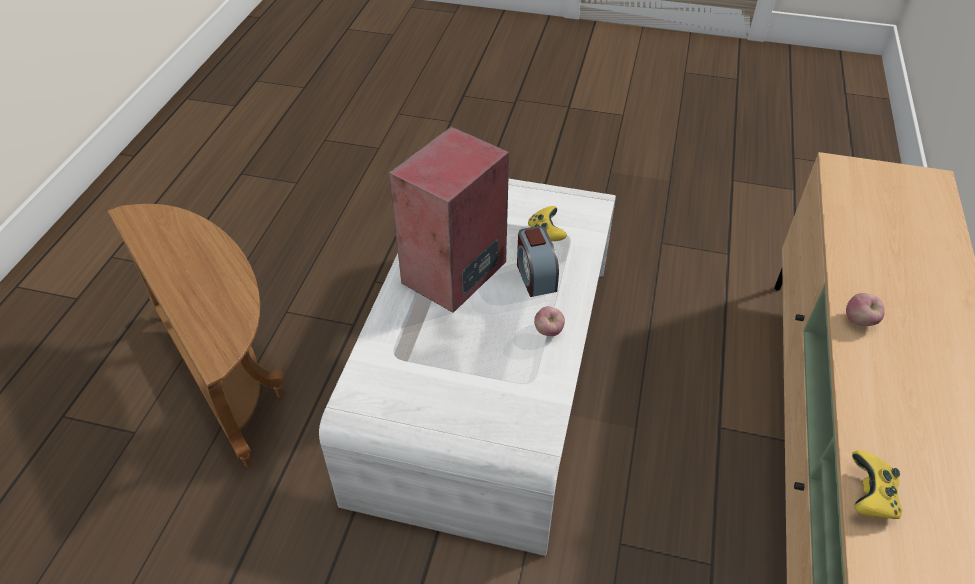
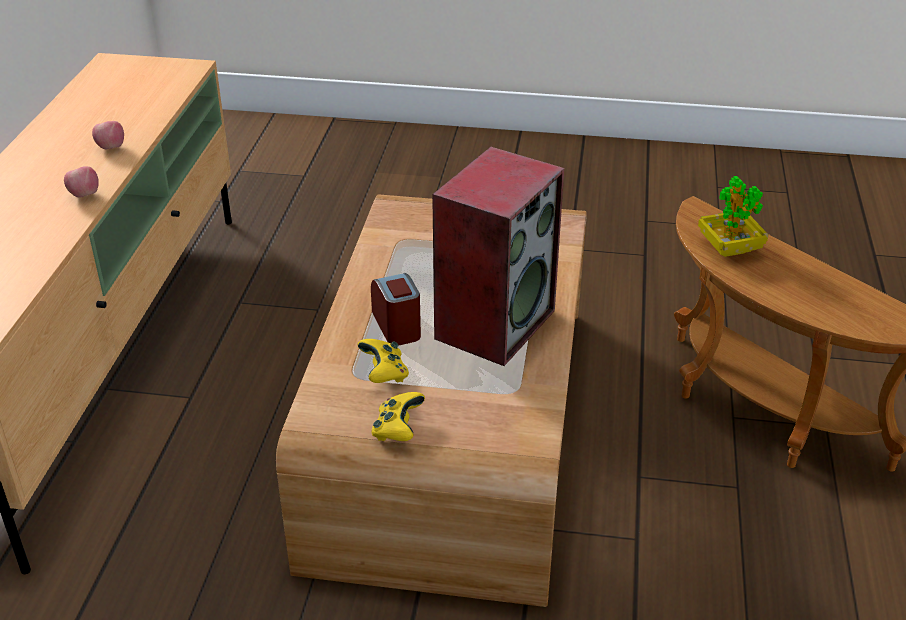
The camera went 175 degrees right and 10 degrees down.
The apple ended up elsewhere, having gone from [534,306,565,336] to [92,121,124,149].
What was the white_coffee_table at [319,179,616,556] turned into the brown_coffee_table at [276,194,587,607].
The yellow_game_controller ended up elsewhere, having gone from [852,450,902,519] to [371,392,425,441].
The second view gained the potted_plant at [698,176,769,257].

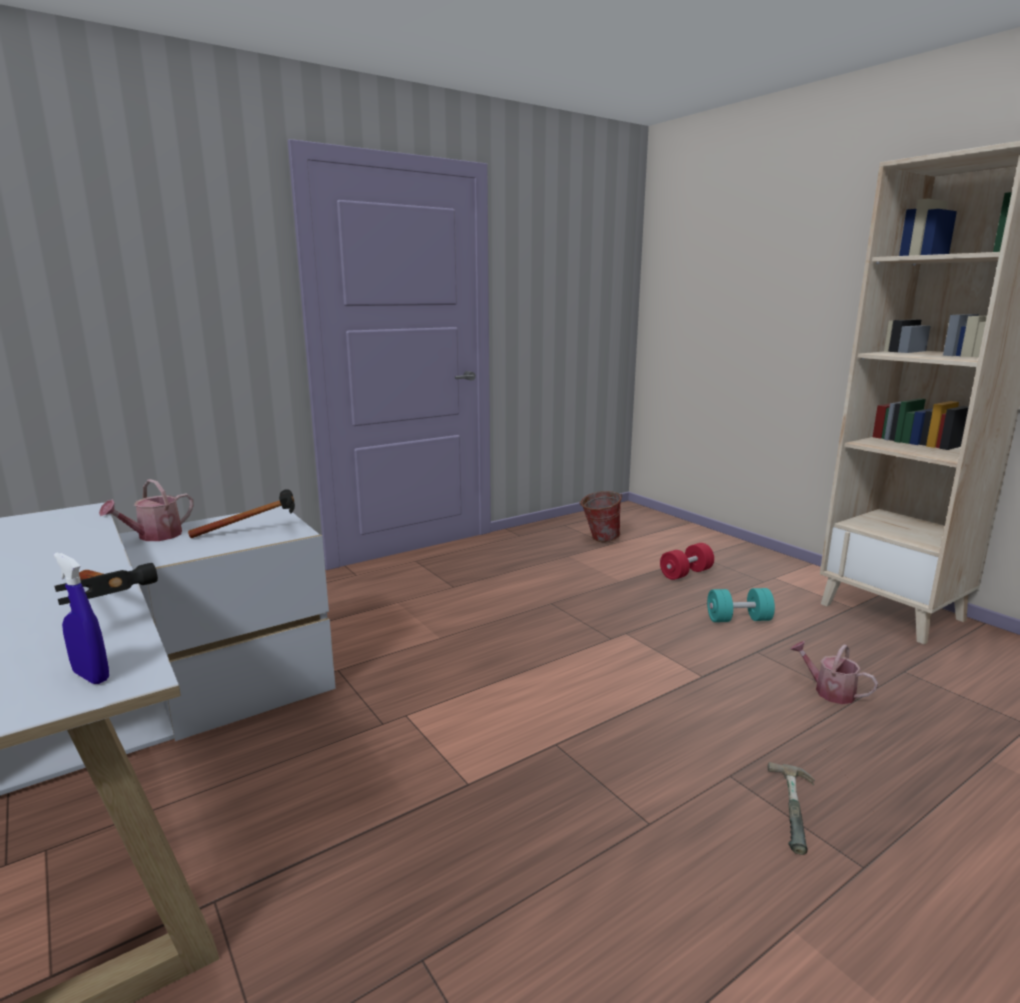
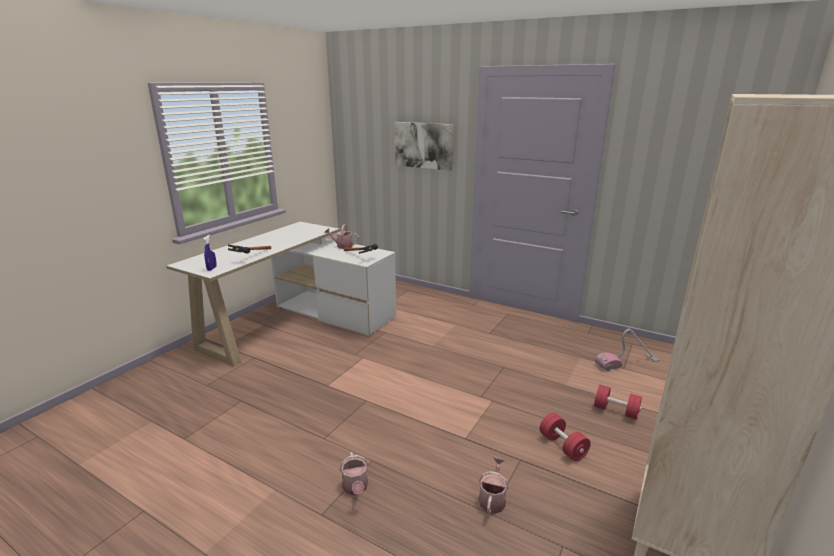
The camera went 65 degrees right and 5 degrees up.
Where the hammer stood at [768,762,815,855], the watering_can came to stand at [339,452,368,495].
The second view gained the picture at [394,122,454,171].
What was the turquoise_dumbbell at [707,588,775,622] turned into the red_dumbbell at [540,413,591,461].
Where the bucket stood at [579,491,622,542], the vacuum_cleaner came to stand at [595,329,660,371].

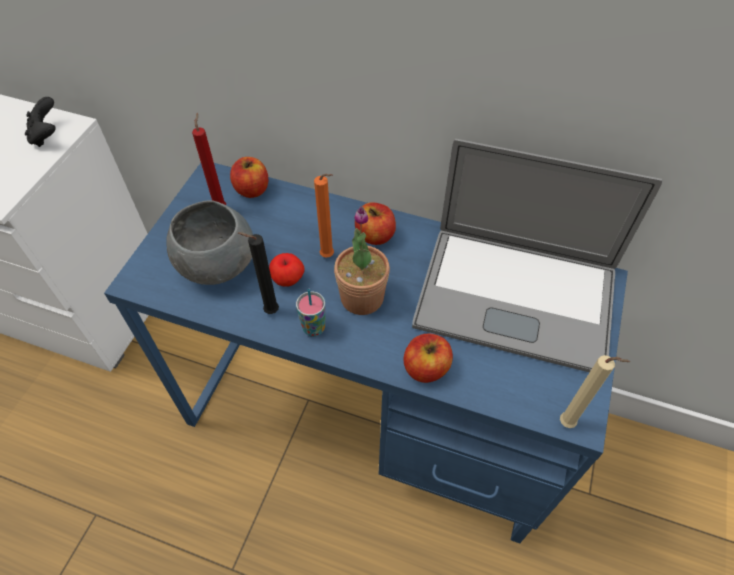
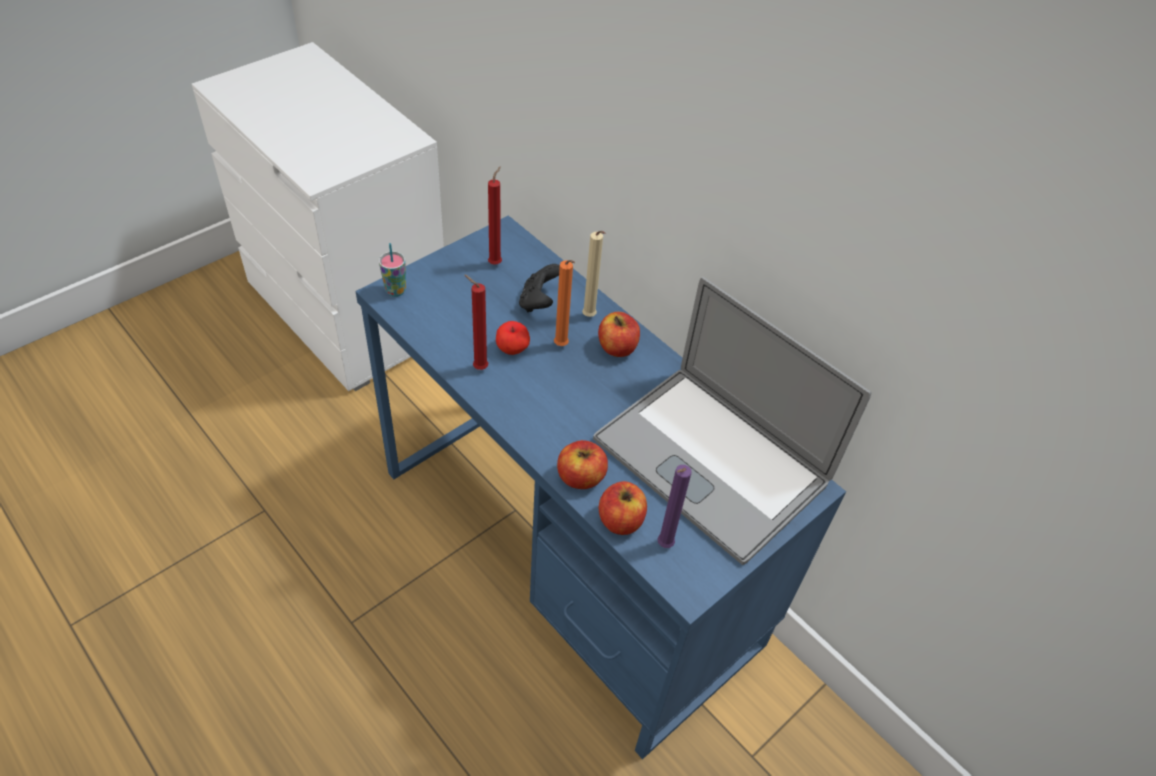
The camera went 25 degrees right and 5 degrees down.
The cup ended up elsewhere, having gone from [296,289,325,337] to [379,243,406,297].
What was the black_candle at [238,232,279,314] turned into the red_candle at [465,275,488,370].
The black_game_controller ended up elsewhere, having gone from [25,97,56,147] to [519,264,560,312].
The beige_candle ended up elsewhere, having gone from [560,355,630,428] to [582,231,605,317].
The apple ended up elsewhere, having gone from [230,157,268,198] to [599,481,647,535].
The second view gained the purple_candle at [658,465,692,548].
The second view lost the grey_bowl at [167,200,253,285].
The second view lost the potted_plant at [334,206,390,315].

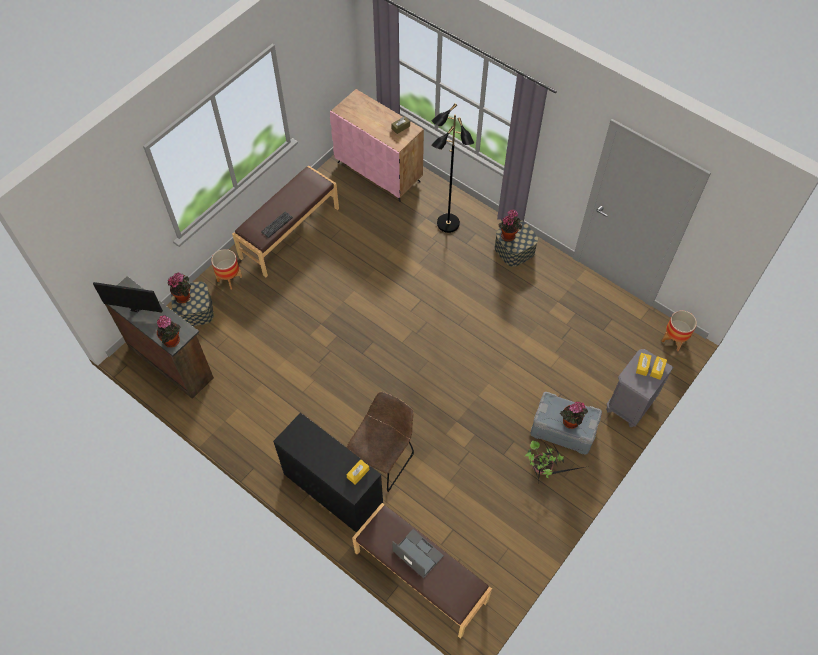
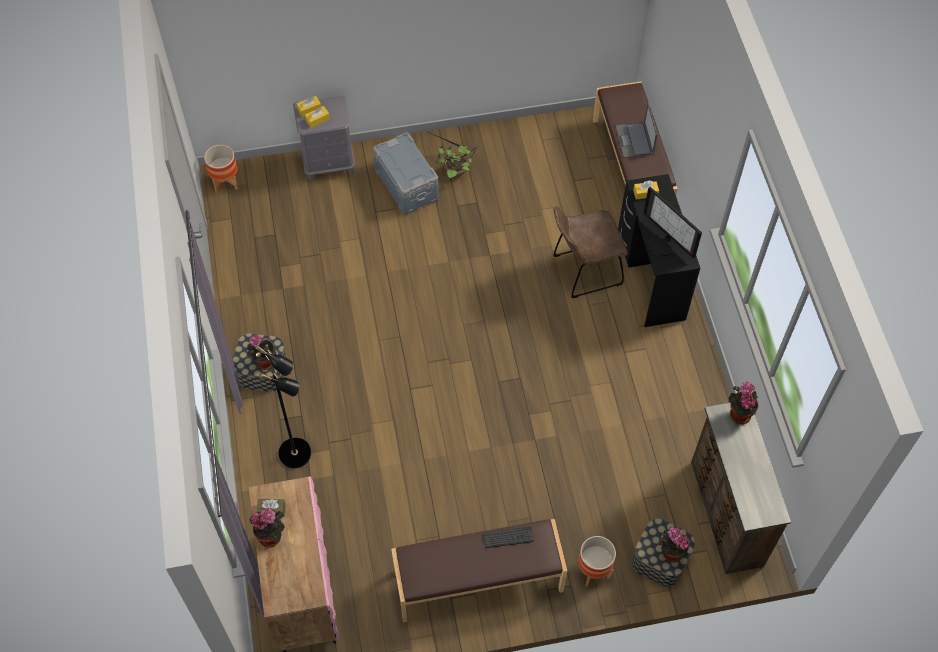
The camera went 140 degrees left and 0 degrees up.
The potted_plant ended up elsewhere, having gone from [560,401,588,429] to [250,508,285,548].
The monitor ended up elsewhere, having gone from [93,282,163,313] to [643,187,702,258].

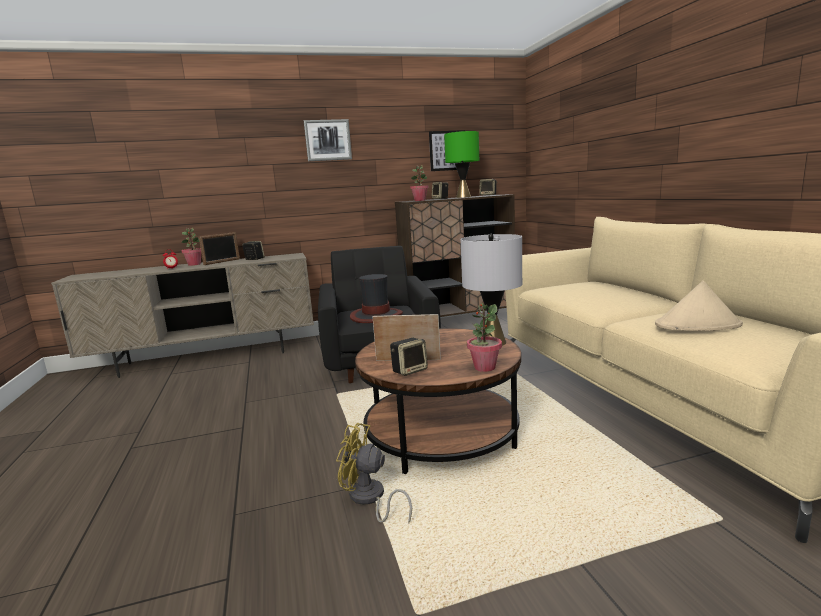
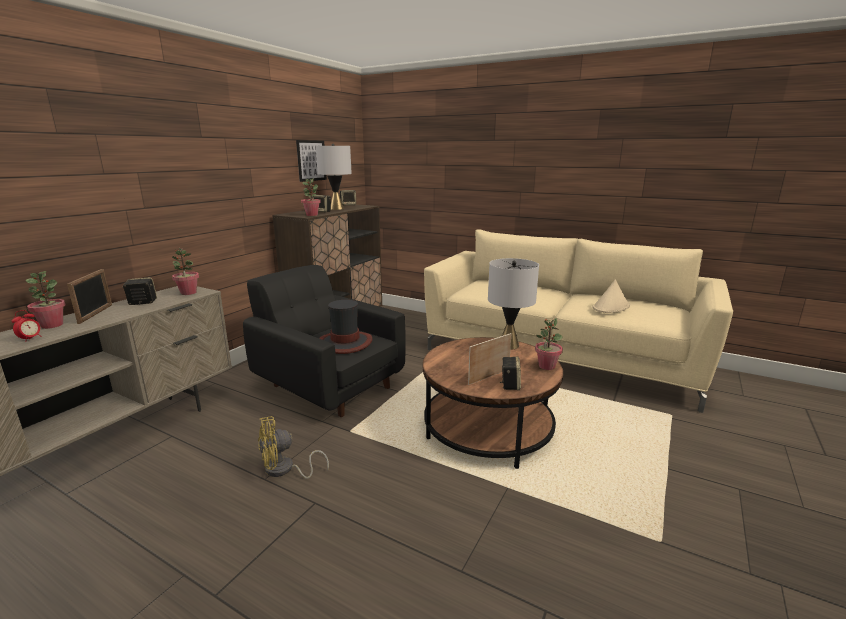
The camera went 45 degrees left and 5 degrees up.
The second view gained the potted_plant at [172,248,199,295].
The yellow_fan ended up elsewhere, having gone from [336,423,412,524] to [258,416,329,479].
What was the green_table_lamp at [444,131,479,198] turned into the grey_table_lamp at [316,144,352,210].
The second view lost the picture at [304,119,352,161].

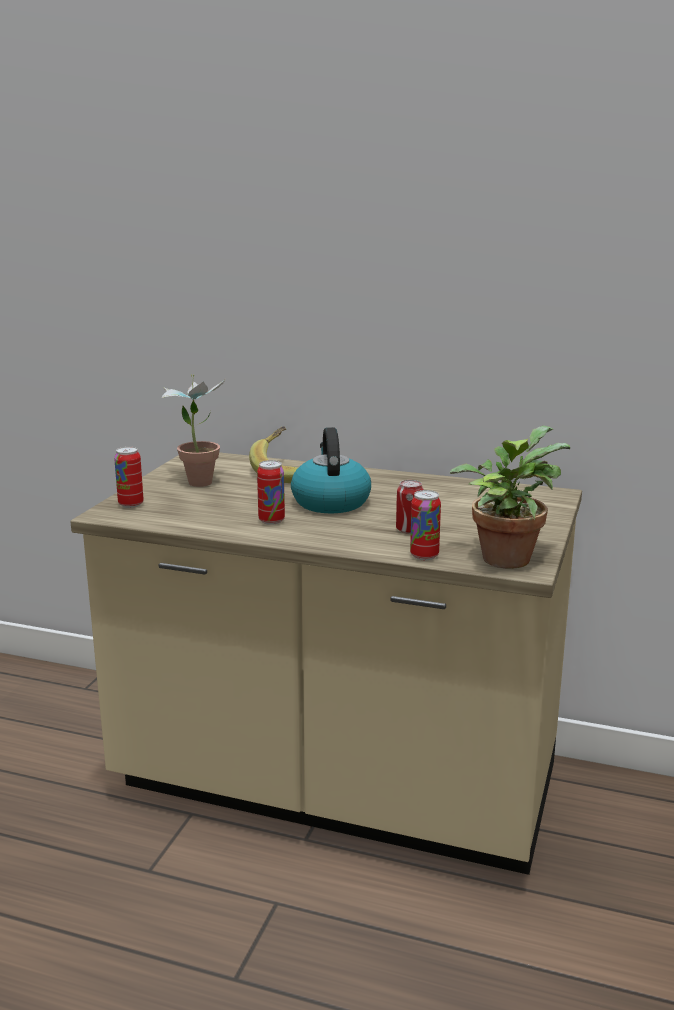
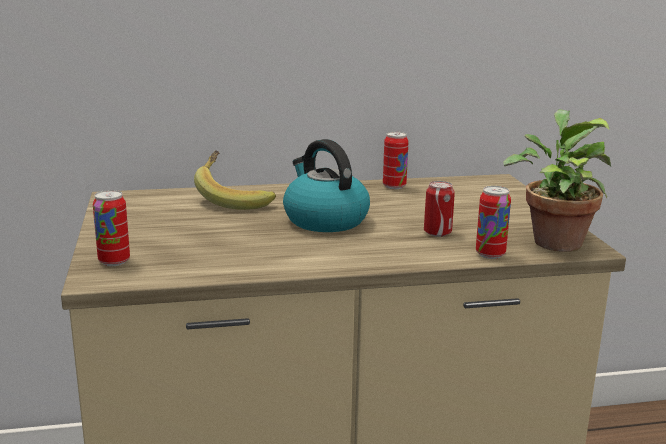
The camera went 30 degrees left and 0 degrees up.
The can ended up elsewhere, having gone from [257,460,285,525] to [383,131,408,189].
The second view lost the potted_plant at [162,374,225,487].

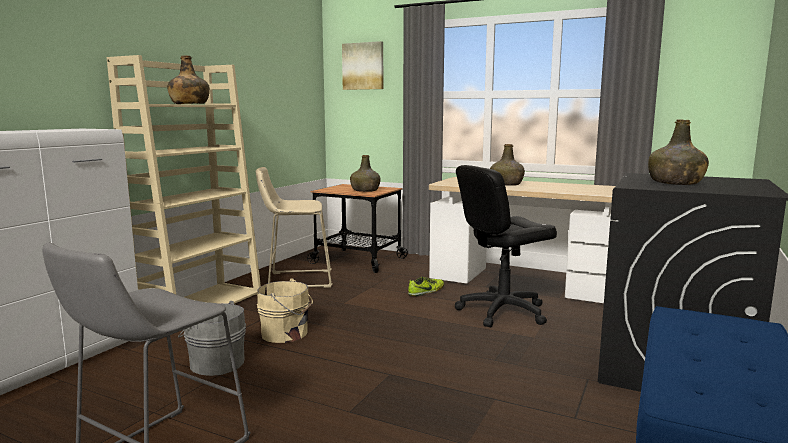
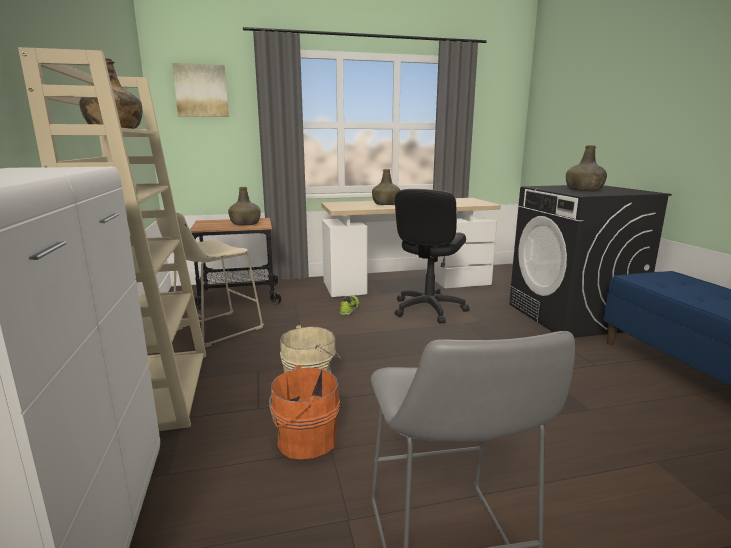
The camera went 40 degrees left and 5 degrees up.
What was the grey_bucket at [178,301,246,376] turned into the orange_bucket at [269,365,340,459].

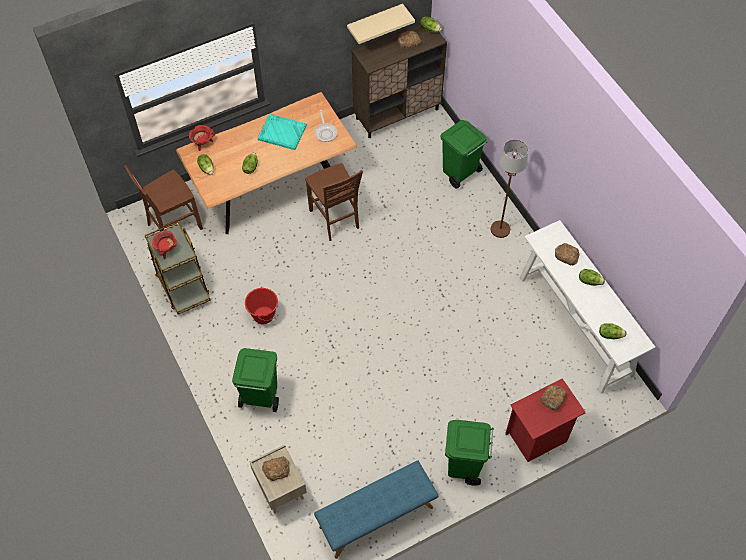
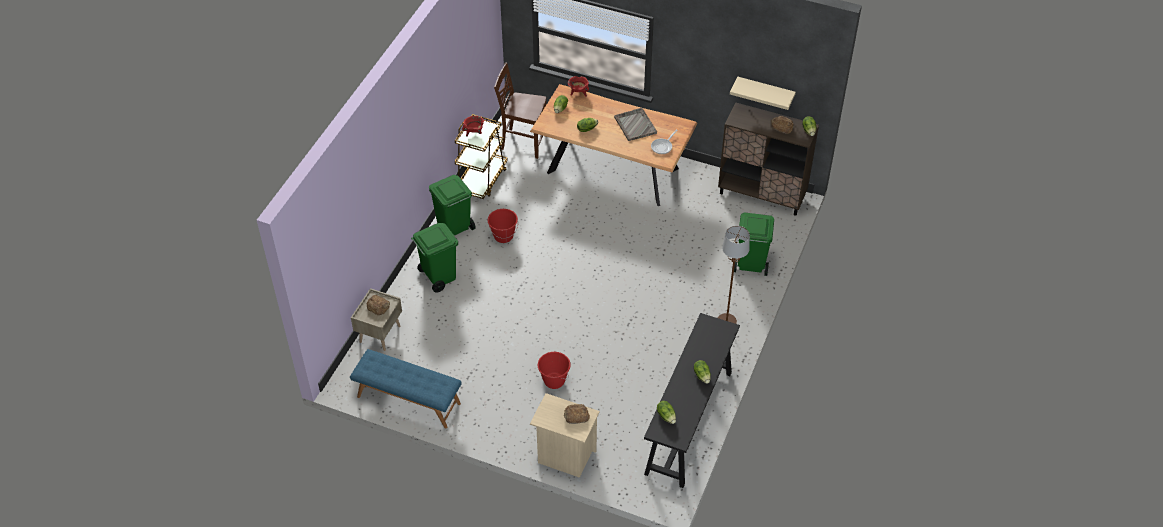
The camera went 50 degrees right and 10 degrees down.
The green_trash_can ended up elsewhere, having gone from [445,420,494,486] to [429,175,476,236].
What was the red_nightstand at [505,378,586,462] turned into the beige_nightstand at [530,393,600,478].
The second view gained the red_bucket at [538,352,571,389].
What was the turquoise_tray at [258,114,307,150] turned into the grey_tray at [614,108,657,141].
What was the white_console_table at [519,220,655,394] turned into the black_console_table at [644,313,740,488].
The second view lost the brown_chair at [305,163,363,241].
The second view lost the bread at [555,243,580,266].

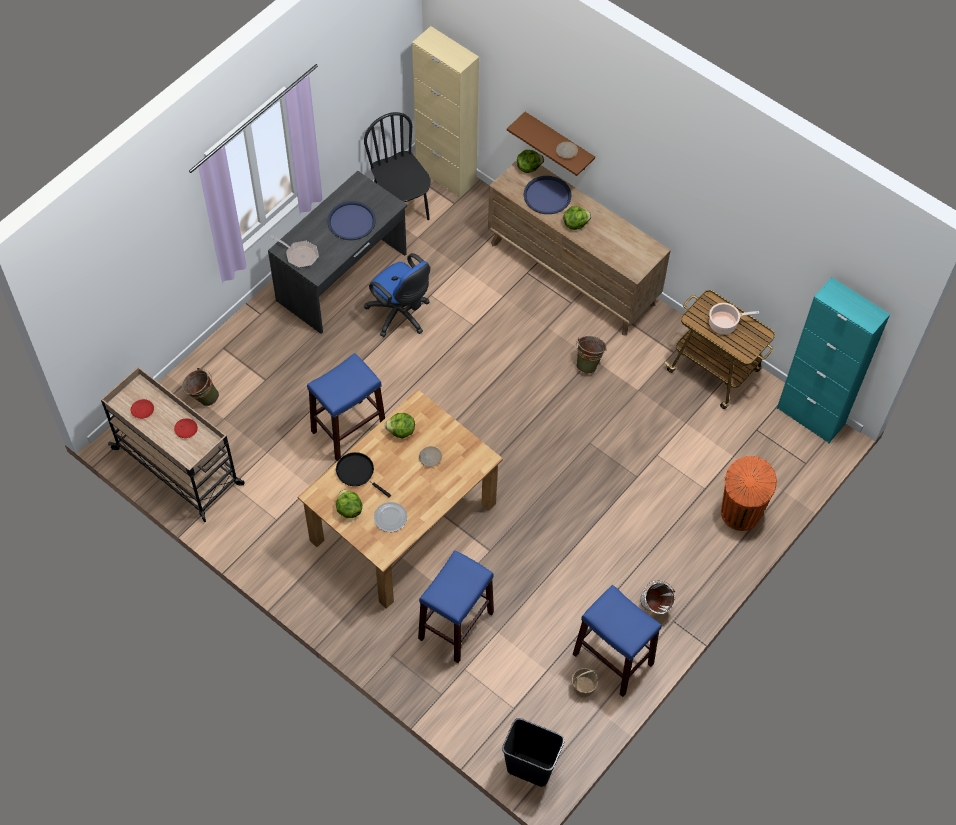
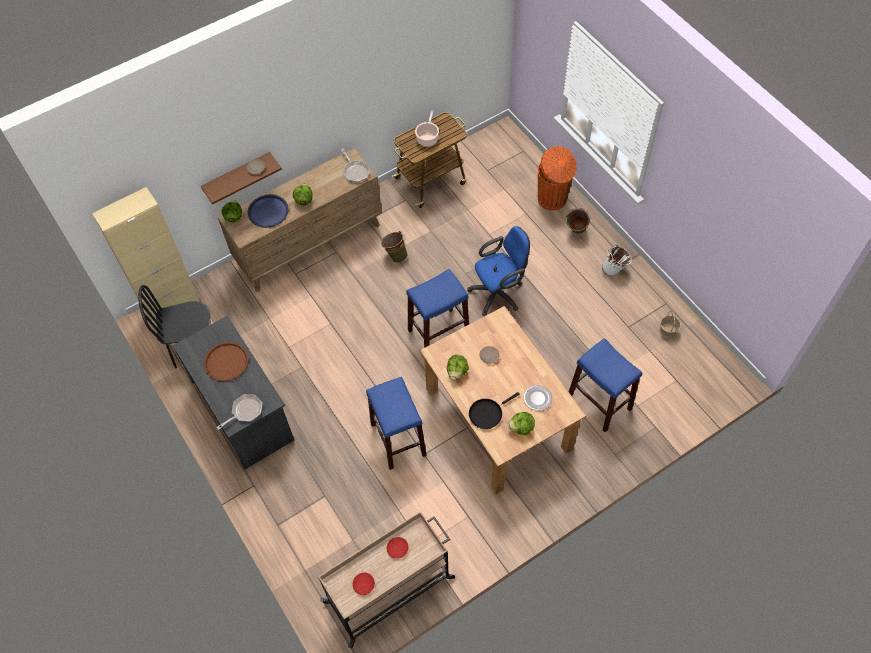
The camera went 70 degrees left and 0 degrees up.
What was the blue_tray at [327,201,376,240] turned into the brown_tray at [204,342,249,381].
The second view gained the frying_pan at [341,149,370,182].
The blue_stool ended up elsewhere, having gone from [573,585,662,697] to [406,269,469,348].
The blue_office_chair ended up elsewhere, having gone from [364,253,430,337] to [467,226,530,316].
The green_bucket ended up elsewhere, having gone from [182,368,219,406] to [566,208,591,234].
The second view lost the black_trash_can at [502,718,564,787].
The second view lost the turquoise_cabinet at [777,277,890,443].

